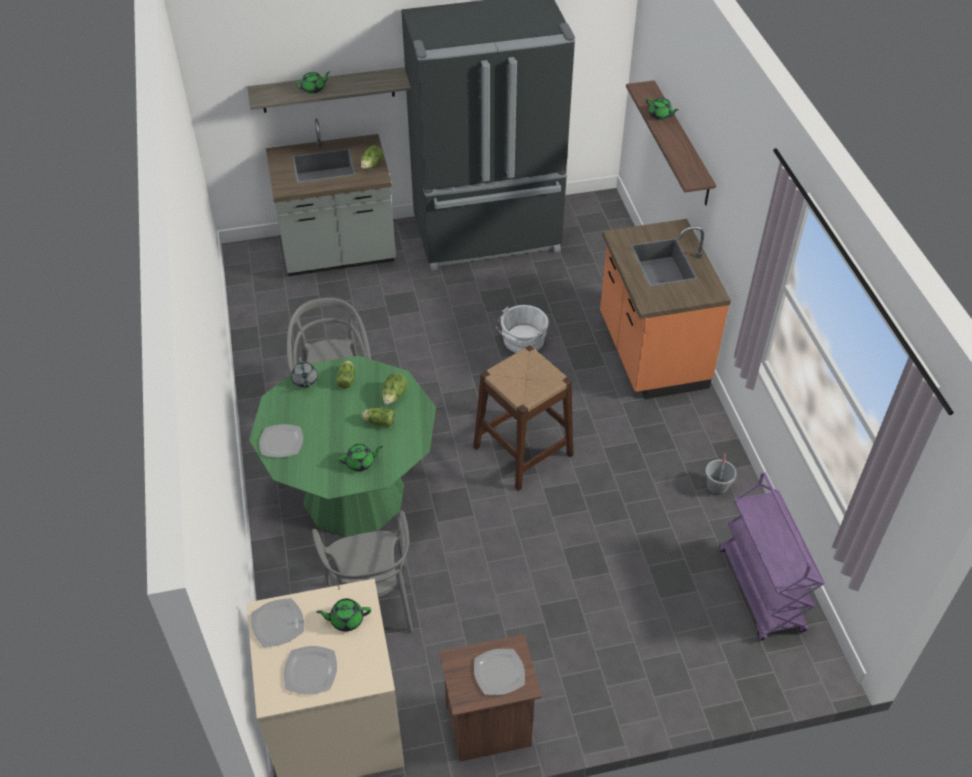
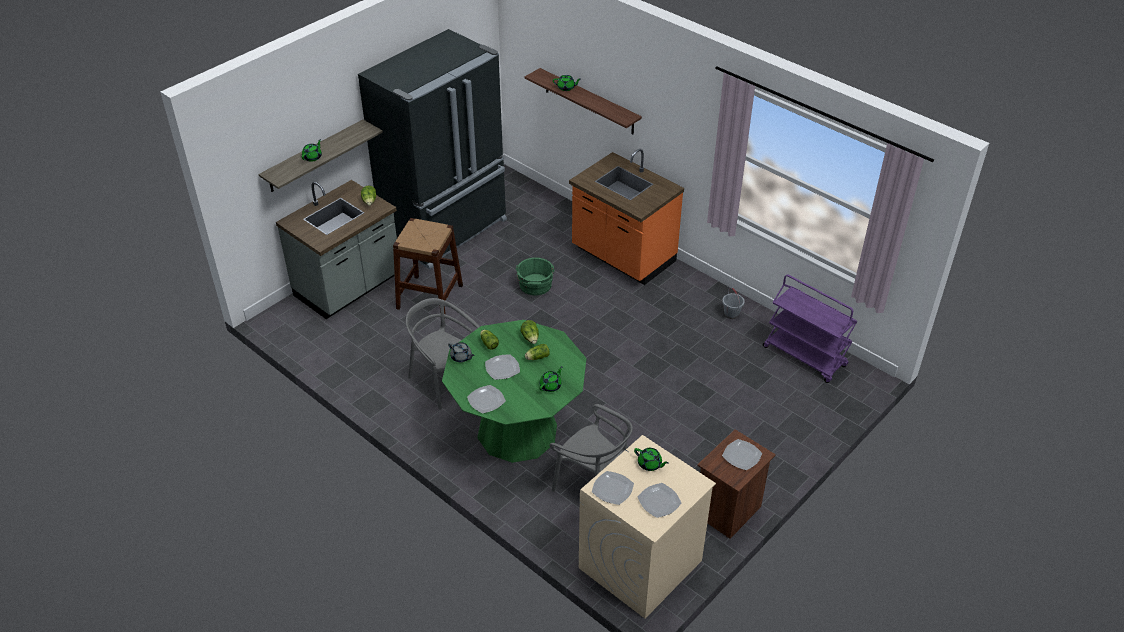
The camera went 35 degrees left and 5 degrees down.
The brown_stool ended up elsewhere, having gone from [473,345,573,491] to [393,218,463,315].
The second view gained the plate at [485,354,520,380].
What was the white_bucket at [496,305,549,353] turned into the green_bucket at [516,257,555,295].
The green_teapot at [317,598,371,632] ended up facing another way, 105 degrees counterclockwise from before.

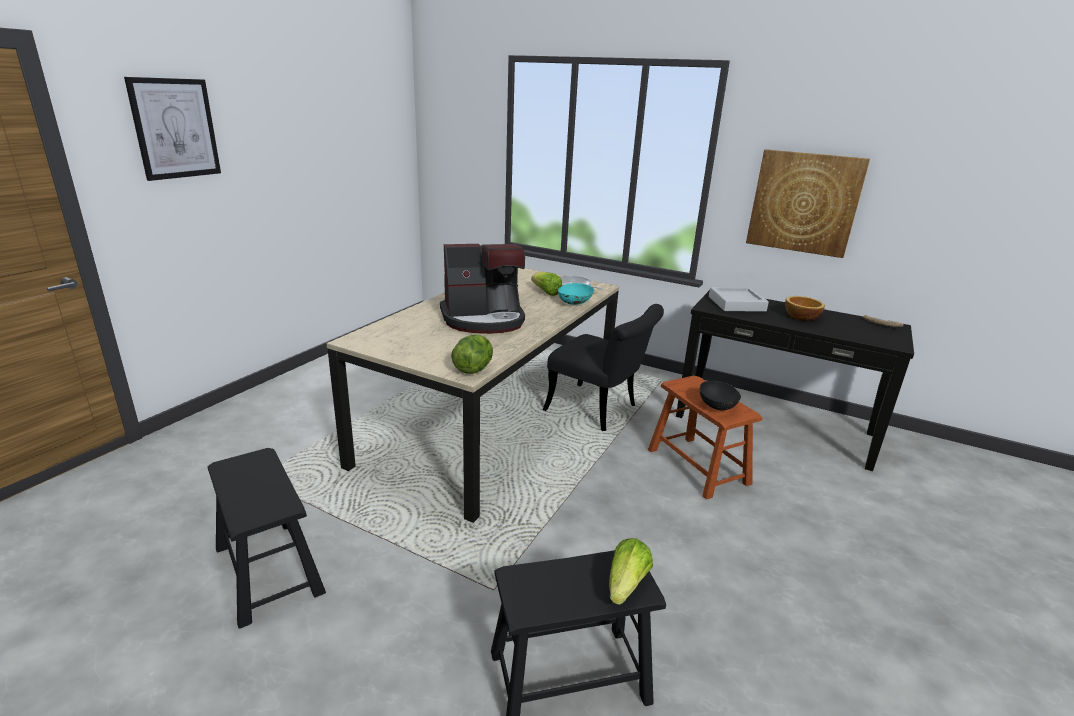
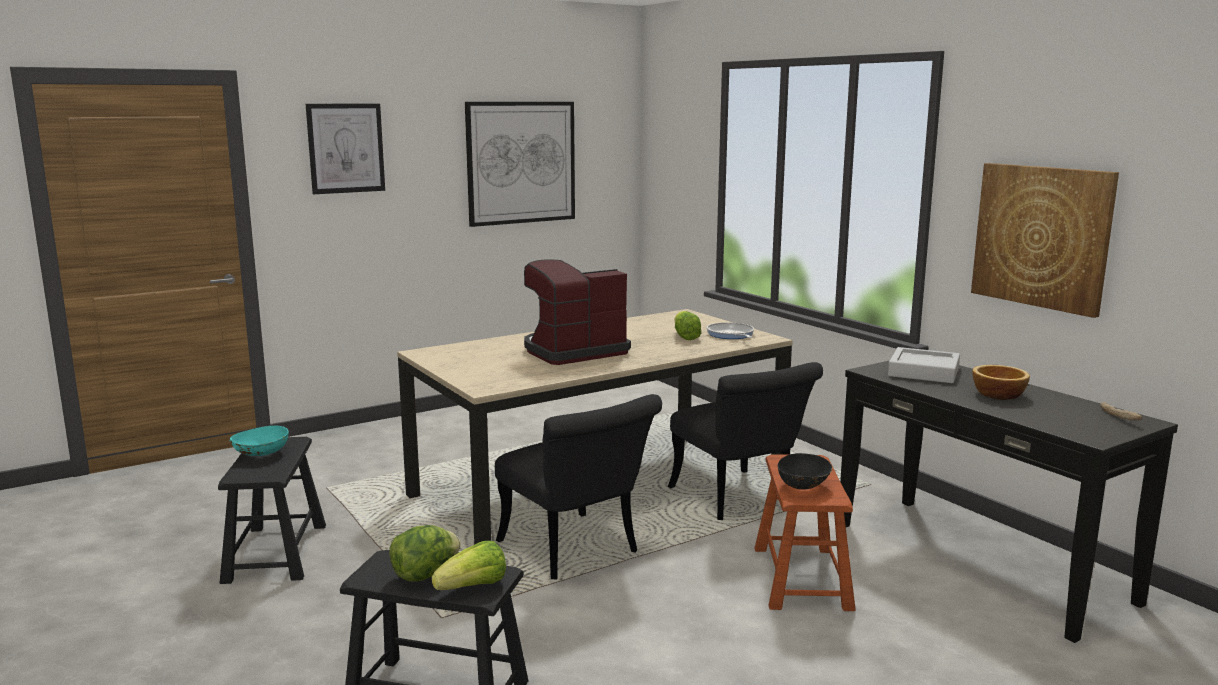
The camera went 30 degrees right and 10 degrees down.
The turquoise_bowl ended up elsewhere, having gone from [558,283,594,305] to [230,426,289,456].
The lettuce ended up elsewhere, having gone from [451,335,493,374] to [389,525,461,582].
The second view gained the picture at [465,102,575,227].
The second view gained the black_chair at [495,394,662,579].
The coffee_machine at [440,244,525,334] ended up facing another way, 135 degrees clockwise from before.

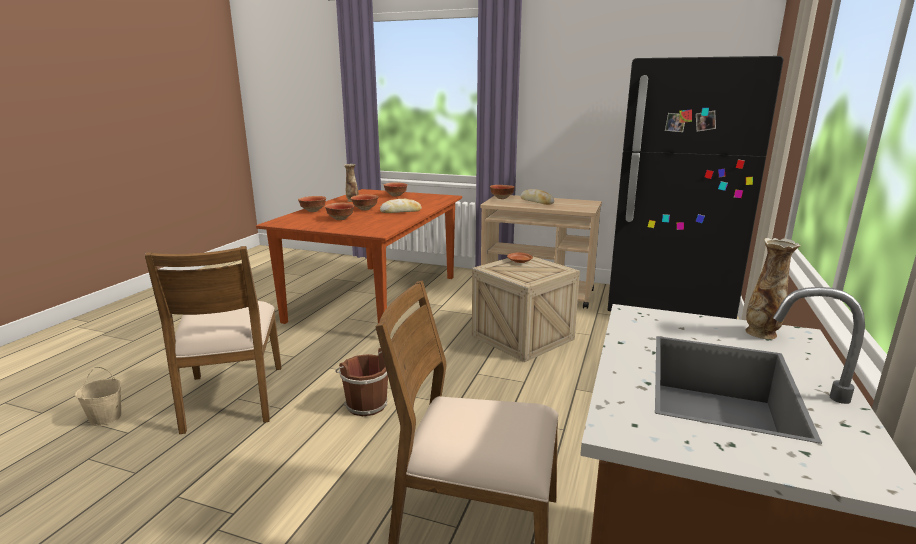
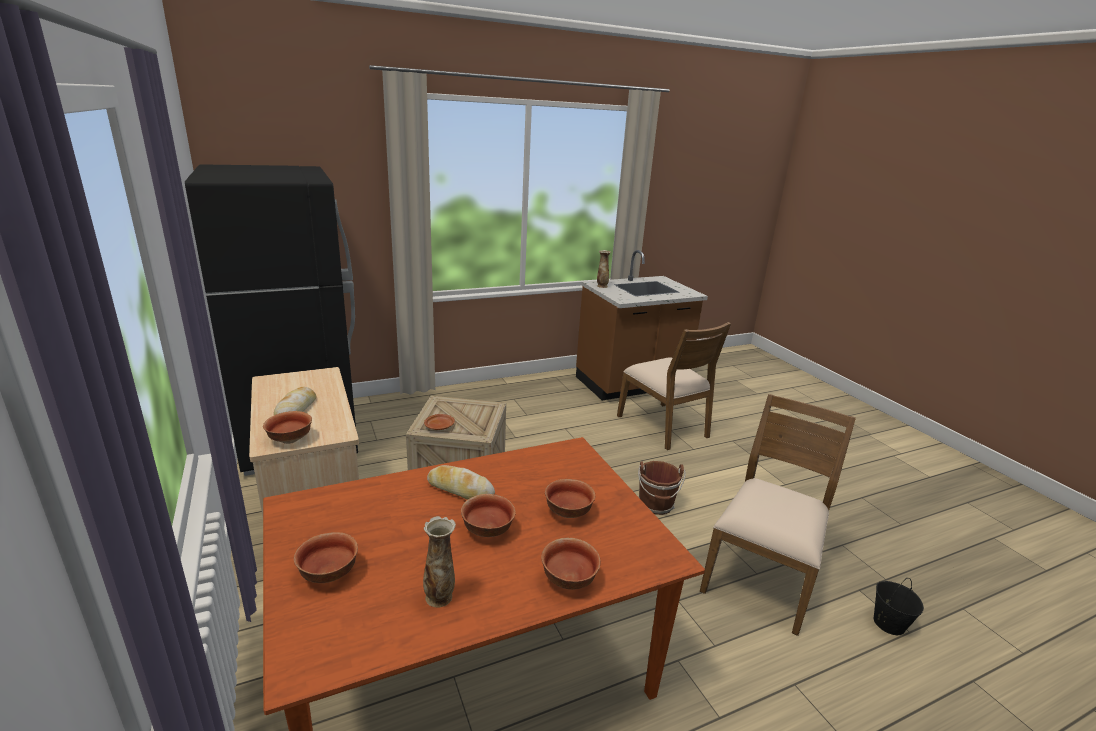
The camera went 135 degrees left and 5 degrees up.
What was the beige_bucket at [75,367,121,426] turned into the black_bucket at [874,578,924,635].

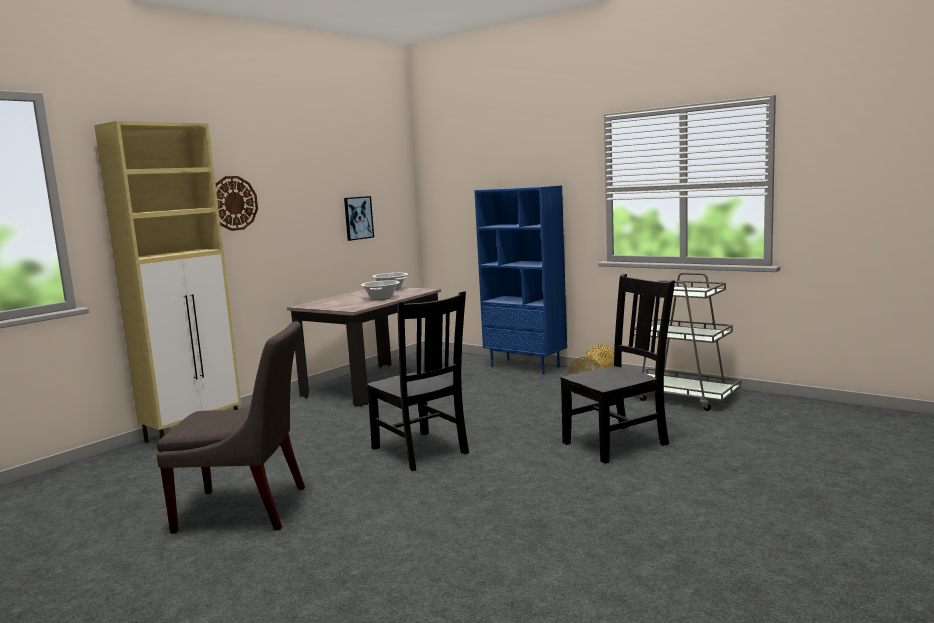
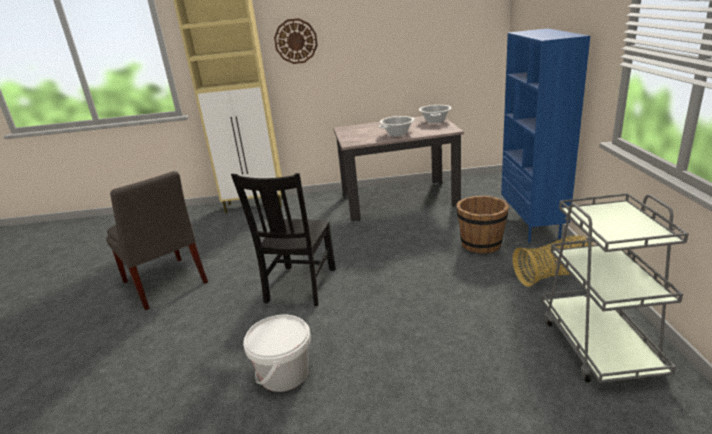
The camera went 50 degrees right and 15 degrees up.
The second view gained the white_bucket at [243,315,311,392].
The second view gained the brown_bucket at [456,195,509,253].
The second view lost the picture at [344,196,374,241].
The second view lost the black_chair at [560,274,675,464].

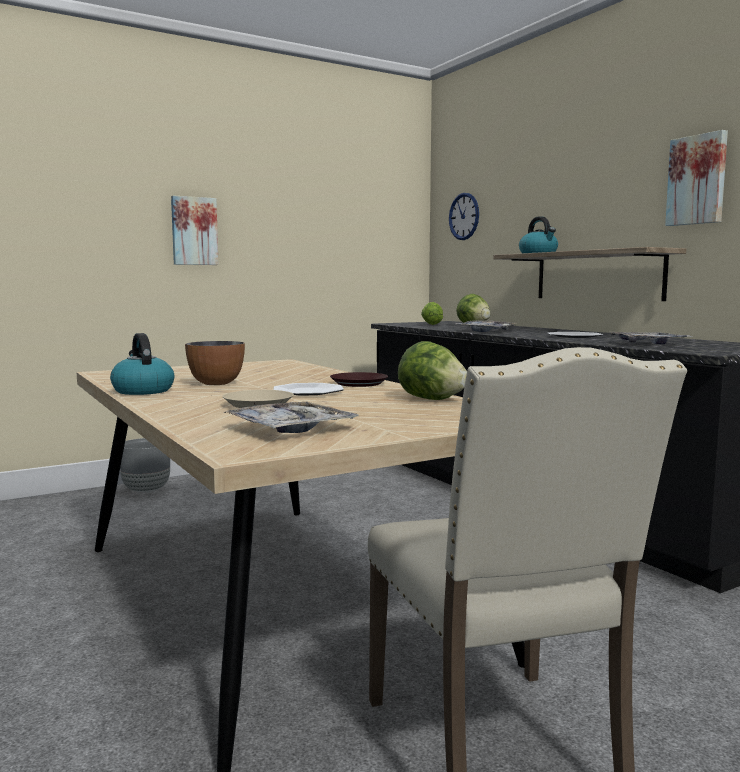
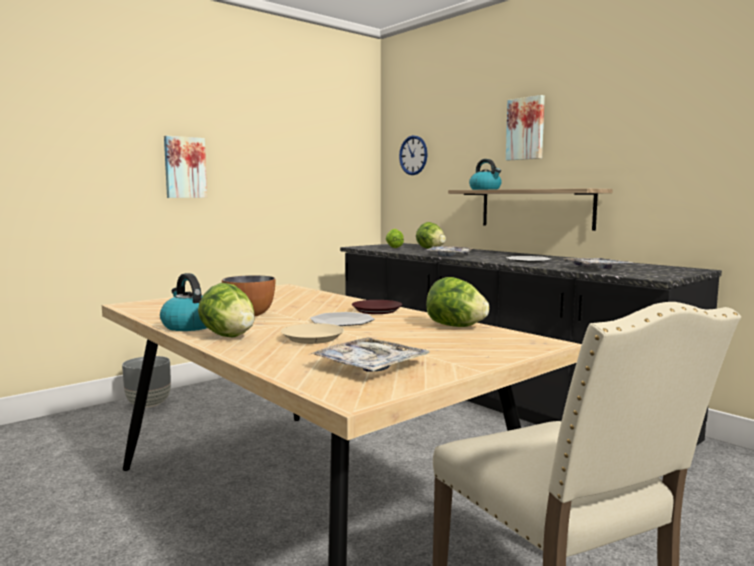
The camera went 10 degrees left and 0 degrees up.
The second view gained the lettuce at [198,283,255,337].
The picture ended up elsewhere, having gone from [665,130,728,226] to [506,95,545,160].

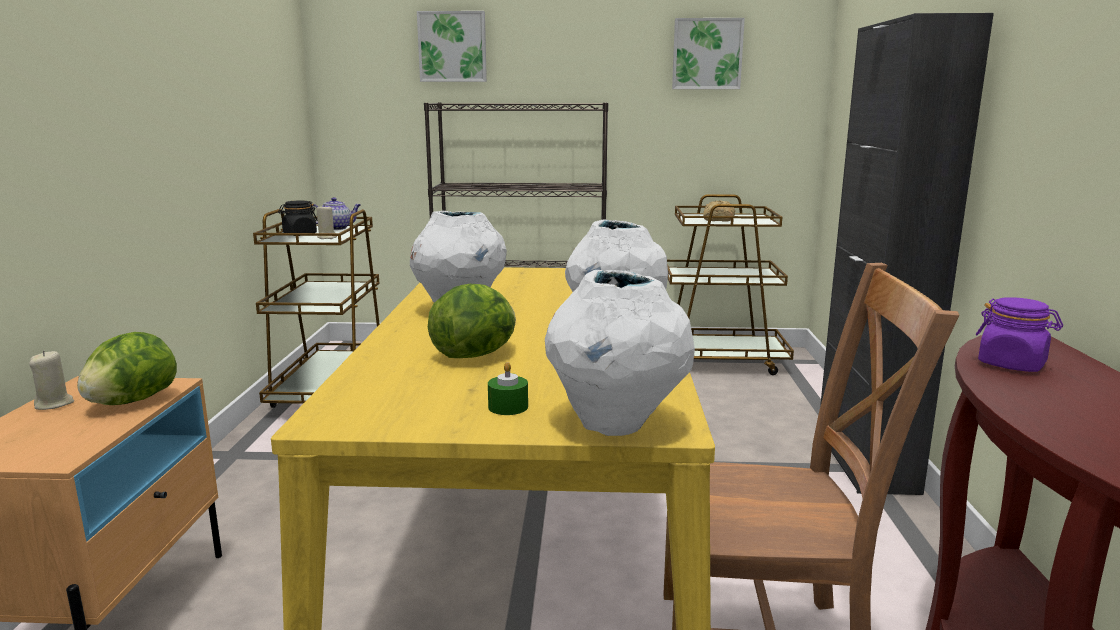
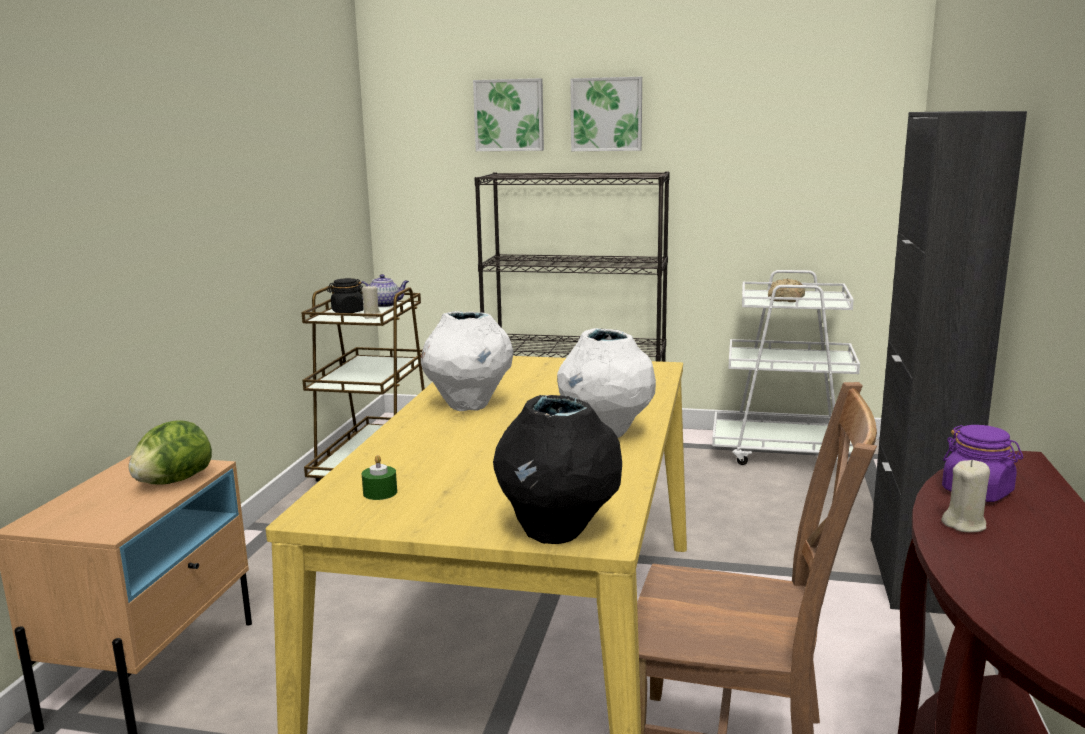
The camera went 10 degrees right and 0 degrees up.
The green_candle ended up elsewhere, having gone from [488,362,528,415] to [362,455,397,500].
What was the white_vase at [545,270,695,436] turned into the black_vase at [493,395,622,544].
The picture ended up elsewhere, having gone from [672,18,745,89] to [570,77,642,151].
What was the brown_cart at [667,194,794,375] turned into the white_cart at [712,270,860,465].
The beige_candle ended up elsewhere, having gone from [29,351,74,410] to [941,460,990,532].
The second view lost the lettuce at [428,284,516,358].

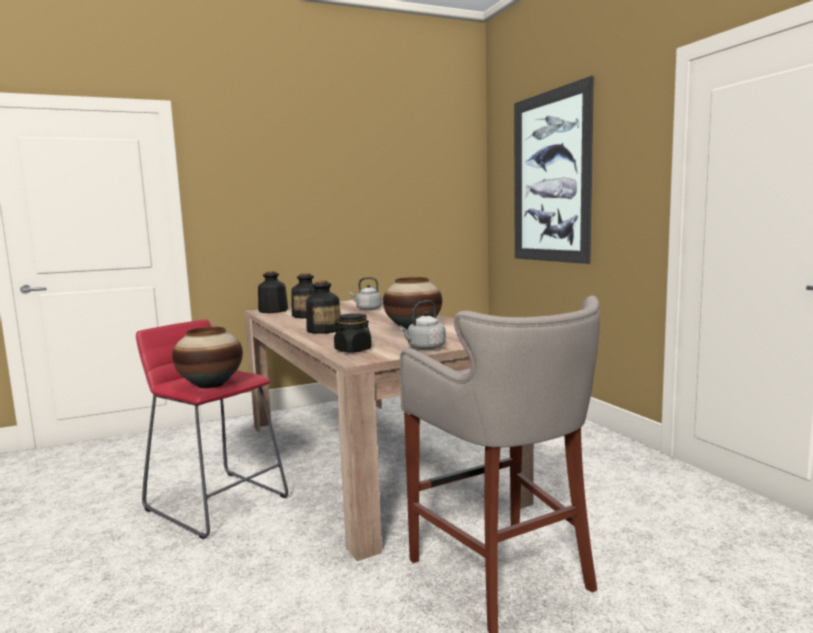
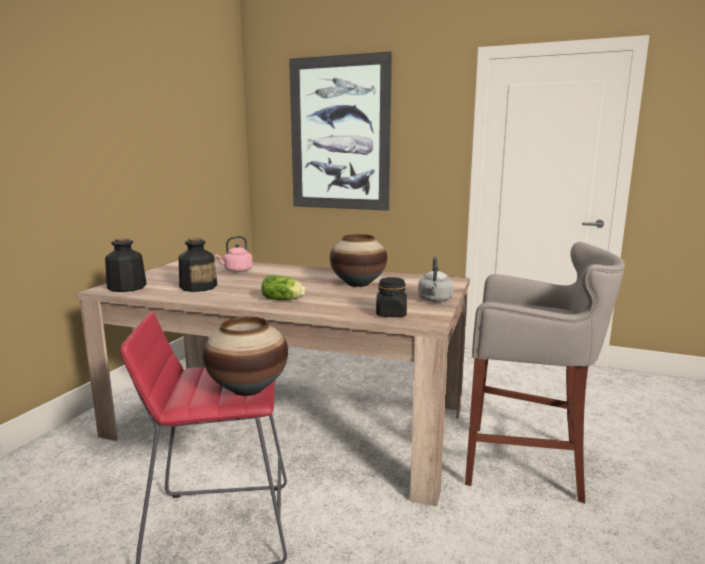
The camera went 45 degrees left and 5 degrees up.
What was the grey_kettle at [349,277,382,310] turned into the pink_kettle at [215,236,253,272].
Where the bottle stood at [306,281,341,334], the lettuce came to stand at [262,275,306,300].

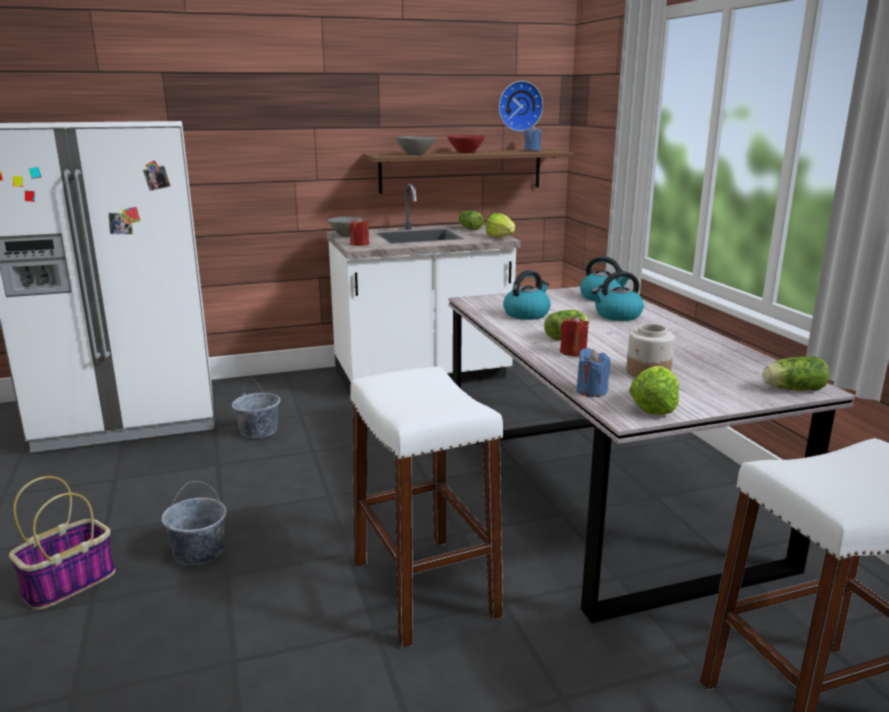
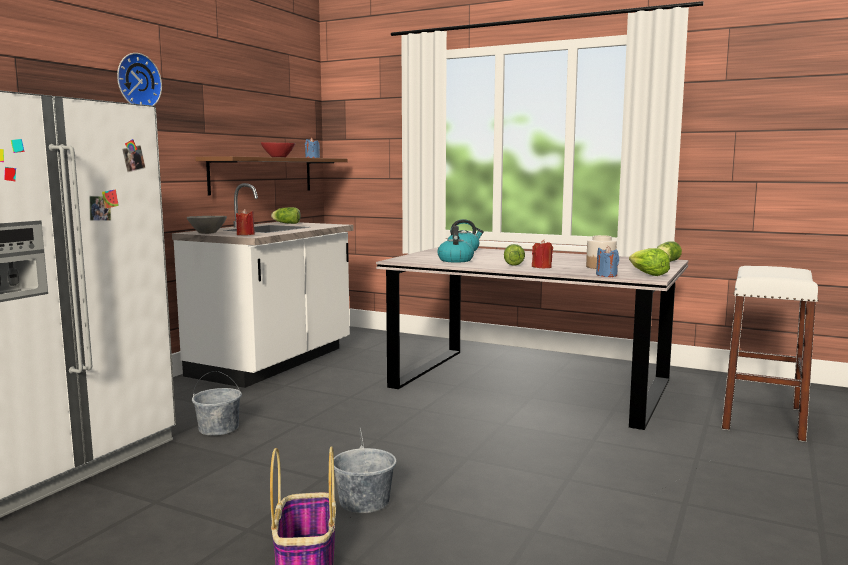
The camera went 45 degrees left and 10 degrees down.
The wall_clock ended up elsewhere, having gone from [499,81,543,132] to [117,53,162,106].
The second view lost the white_stool at [350,367,503,648].
The second view lost the grey_bowl at [395,136,436,155].
The second view lost the lettuce at [486,213,515,237].
The second view lost the kettle at [591,271,644,321].

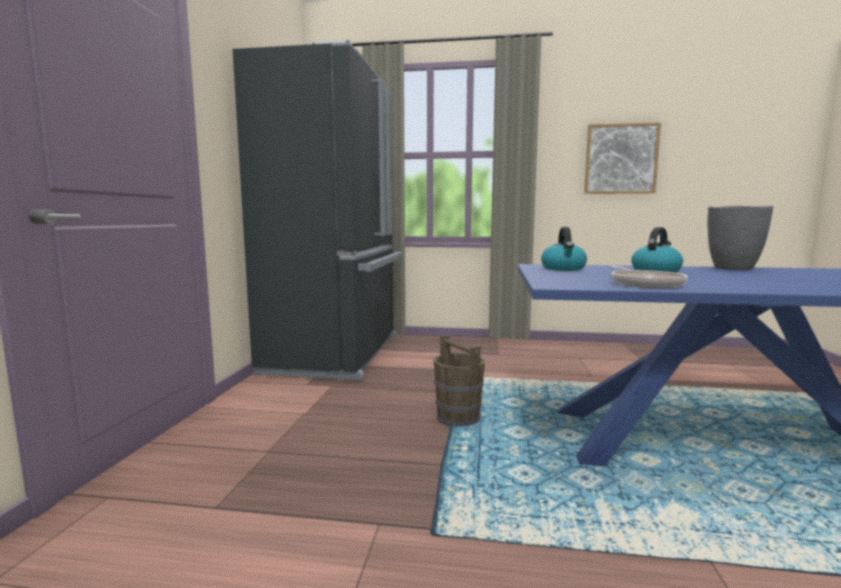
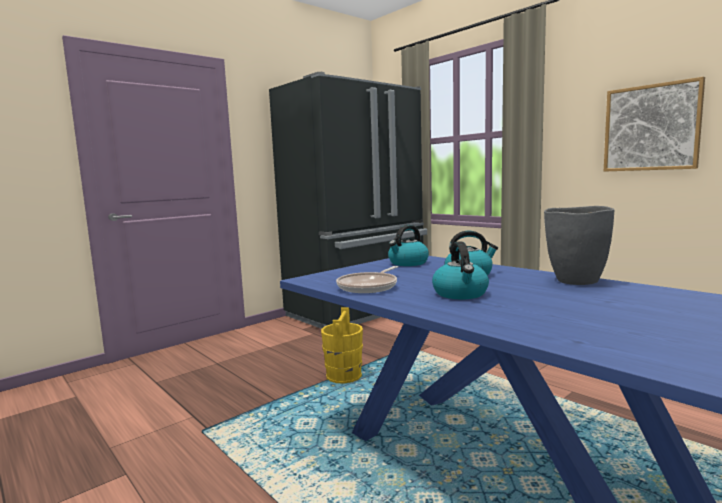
The camera went 40 degrees right and 0 degrees up.
What was the brown_bucket at [434,335,485,426] turned into the yellow_bucket at [321,307,363,383].
The second view gained the kettle at [432,242,489,299].

